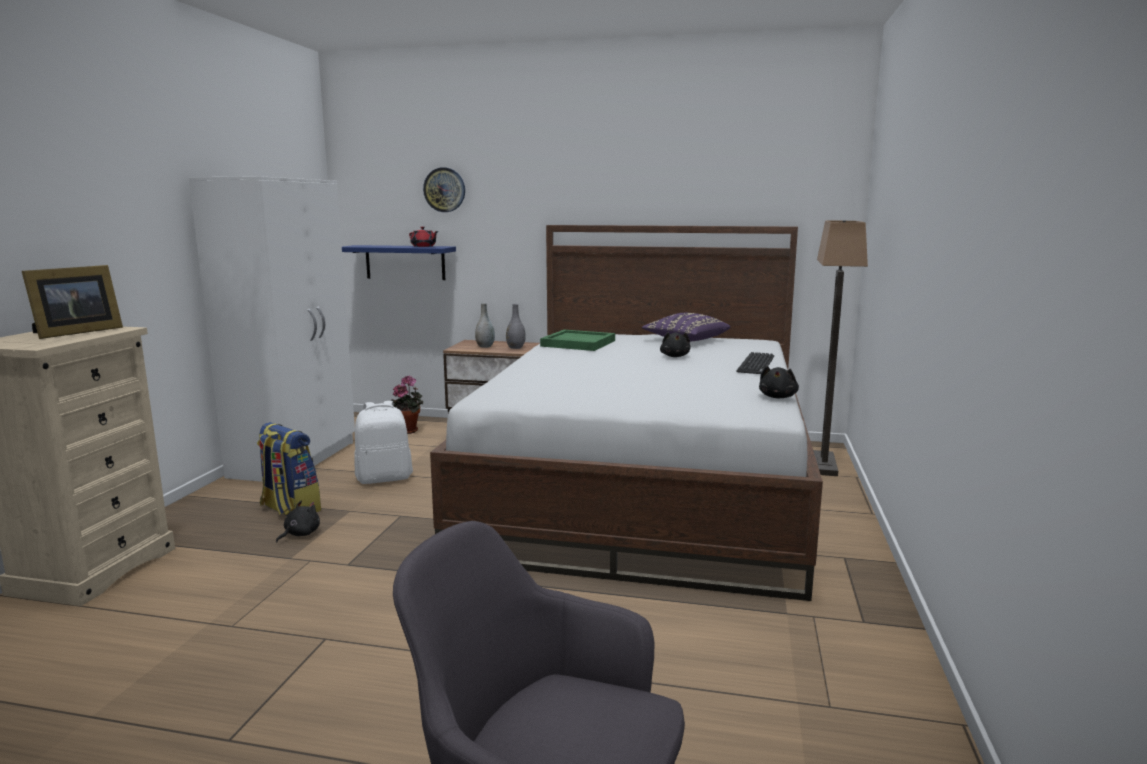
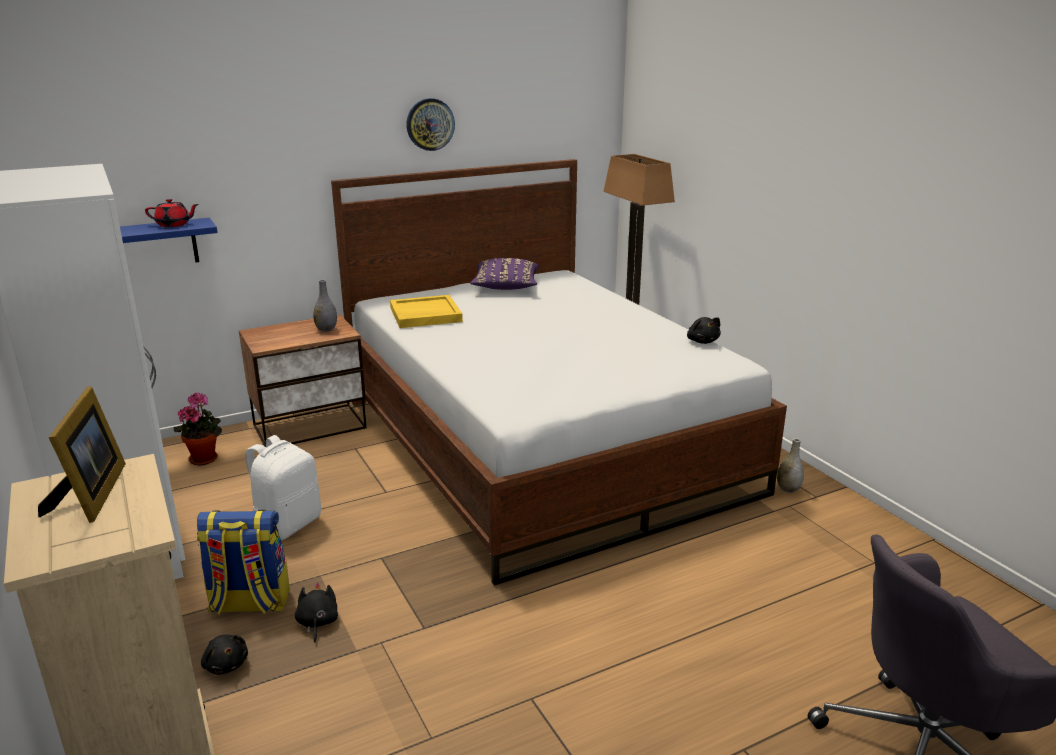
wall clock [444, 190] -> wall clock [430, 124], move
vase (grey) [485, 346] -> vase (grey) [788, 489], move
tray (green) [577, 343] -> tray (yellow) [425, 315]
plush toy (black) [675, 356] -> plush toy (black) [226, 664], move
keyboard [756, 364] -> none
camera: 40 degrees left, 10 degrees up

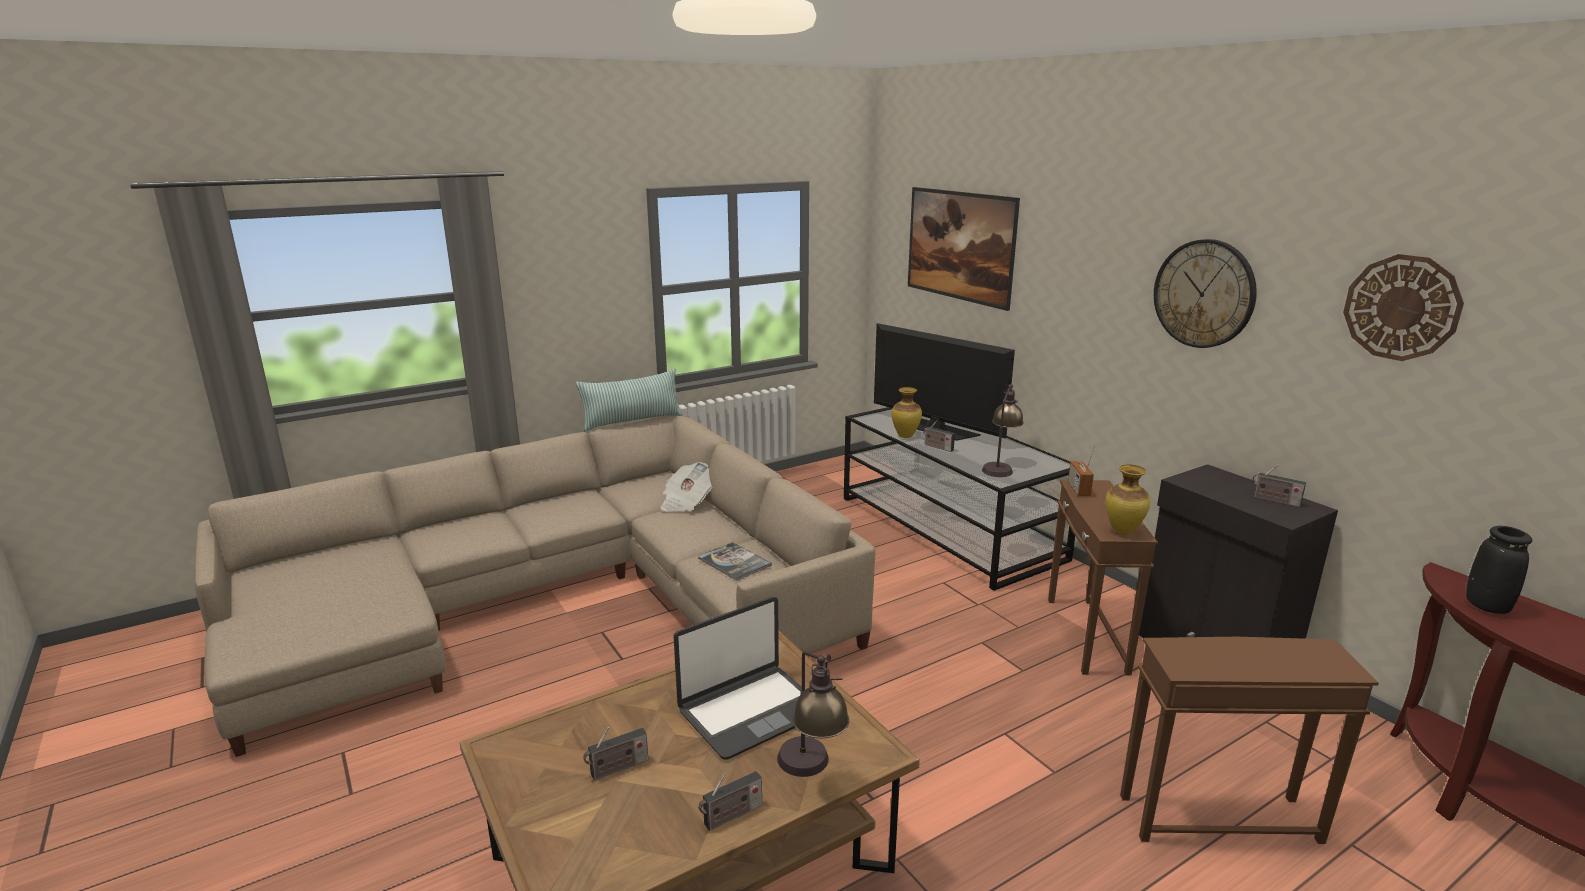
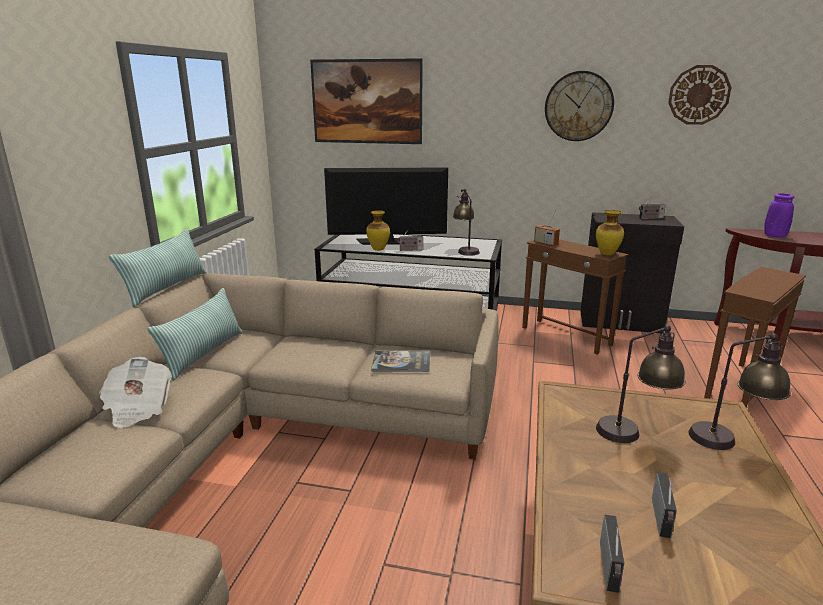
newspaper [687, 502] -> newspaper [138, 408], move
vase (black) [1486, 606] -> vase (purple) [774, 236]
laptop [750, 711] -> table lamp [634, 432]
radio [731, 816] -> radio [610, 569], move
none -> pillow [203, 353]
camera: 45 degrees left, 0 degrees up

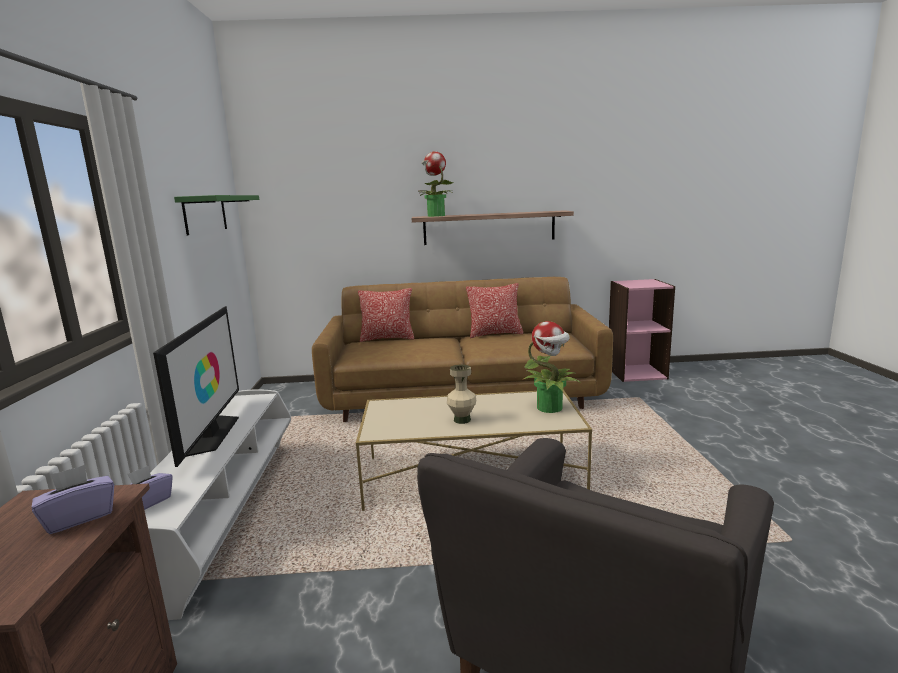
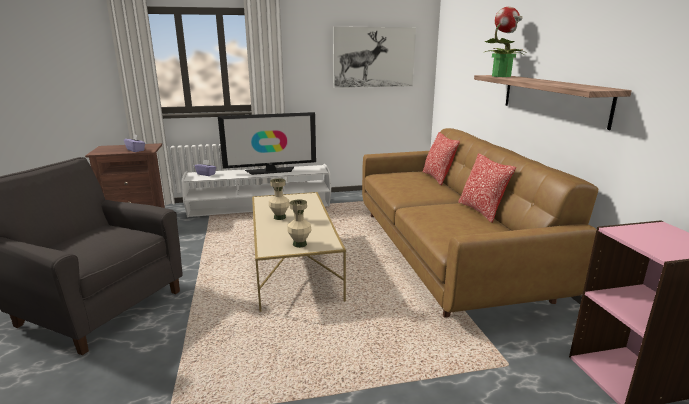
shelf (green) [205, 214] -> picture [374, 57]
potted plant [550, 408] -> vase (beige) [300, 244]
camera: 80 degrees right, 5 degrees up

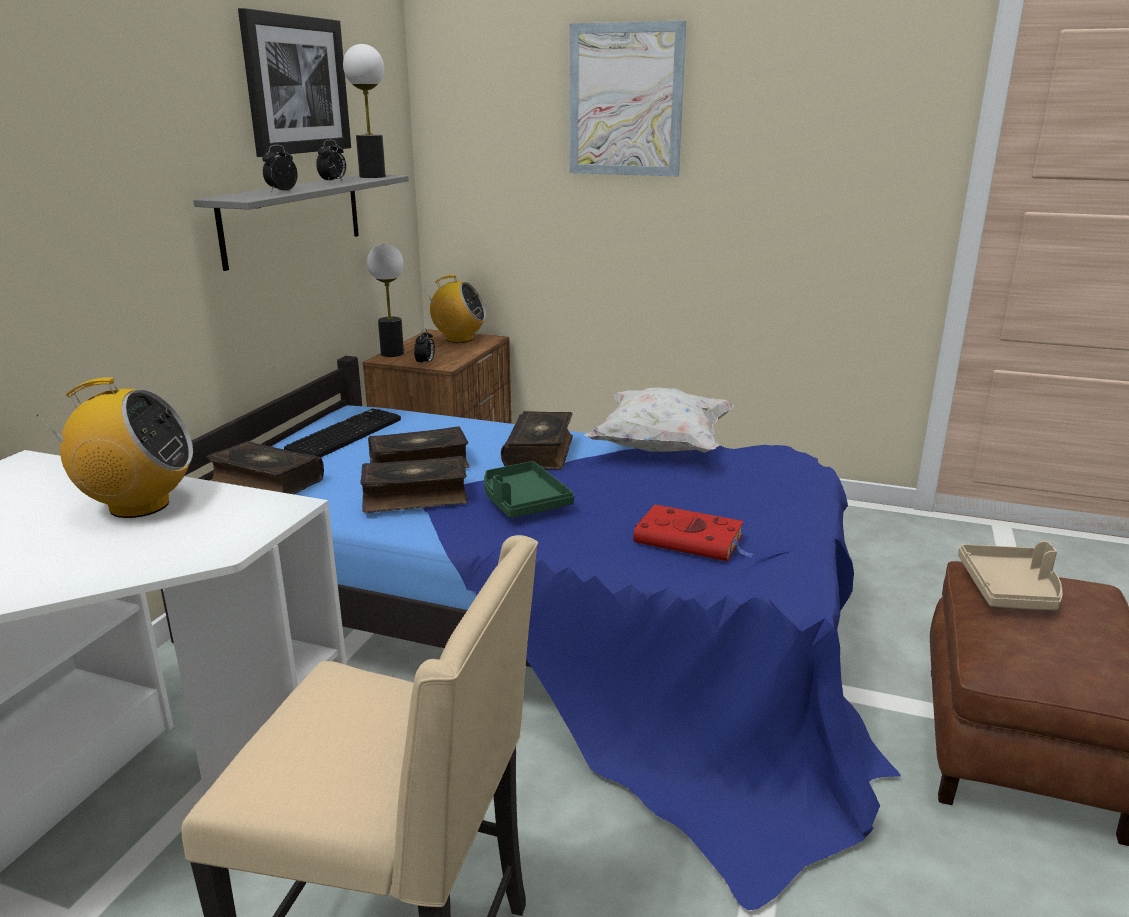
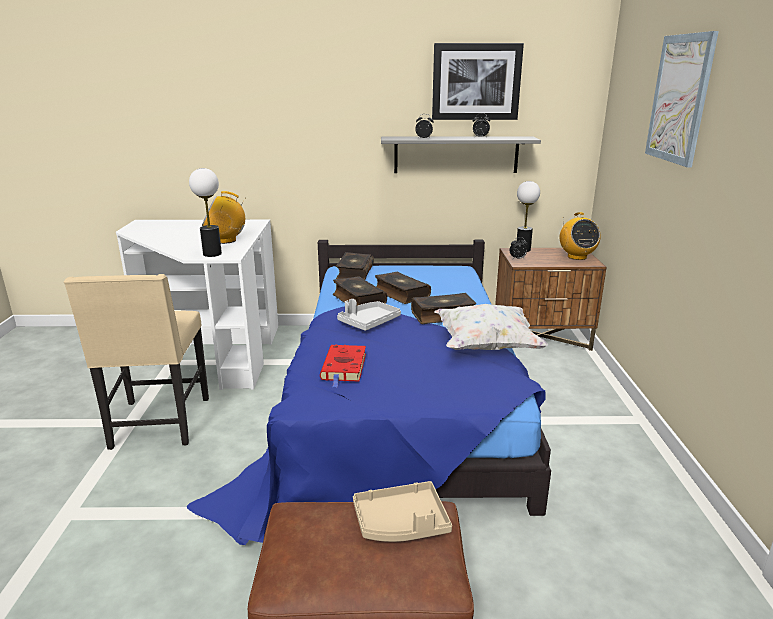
table lamp [372, 176] -> table lamp [212, 254], move
radio [138, 506] -> radio [226, 240], 105 degrees clockwise
keyboard [344, 435] -> none
tray (green) [523, 502] -> tray (grey) [369, 322]
camera: 70 degrees right, 0 degrees up

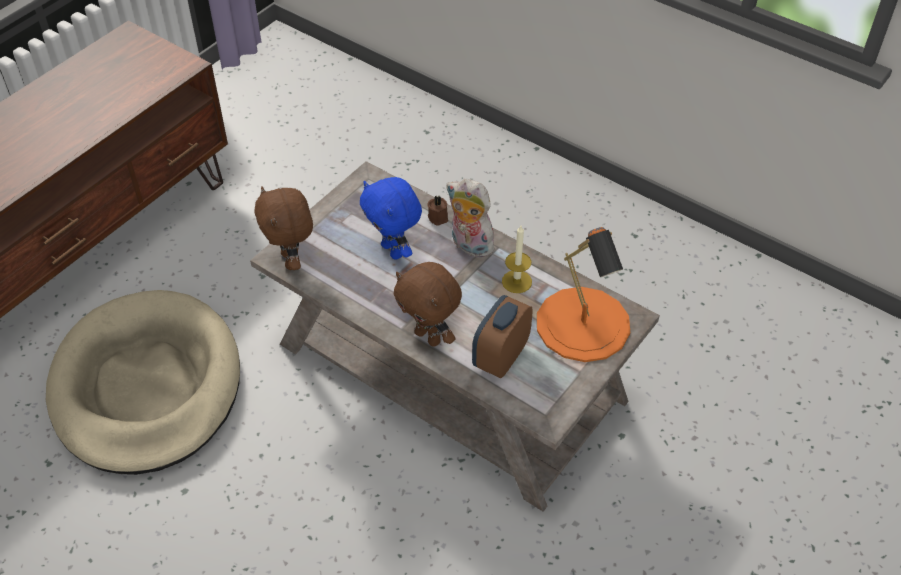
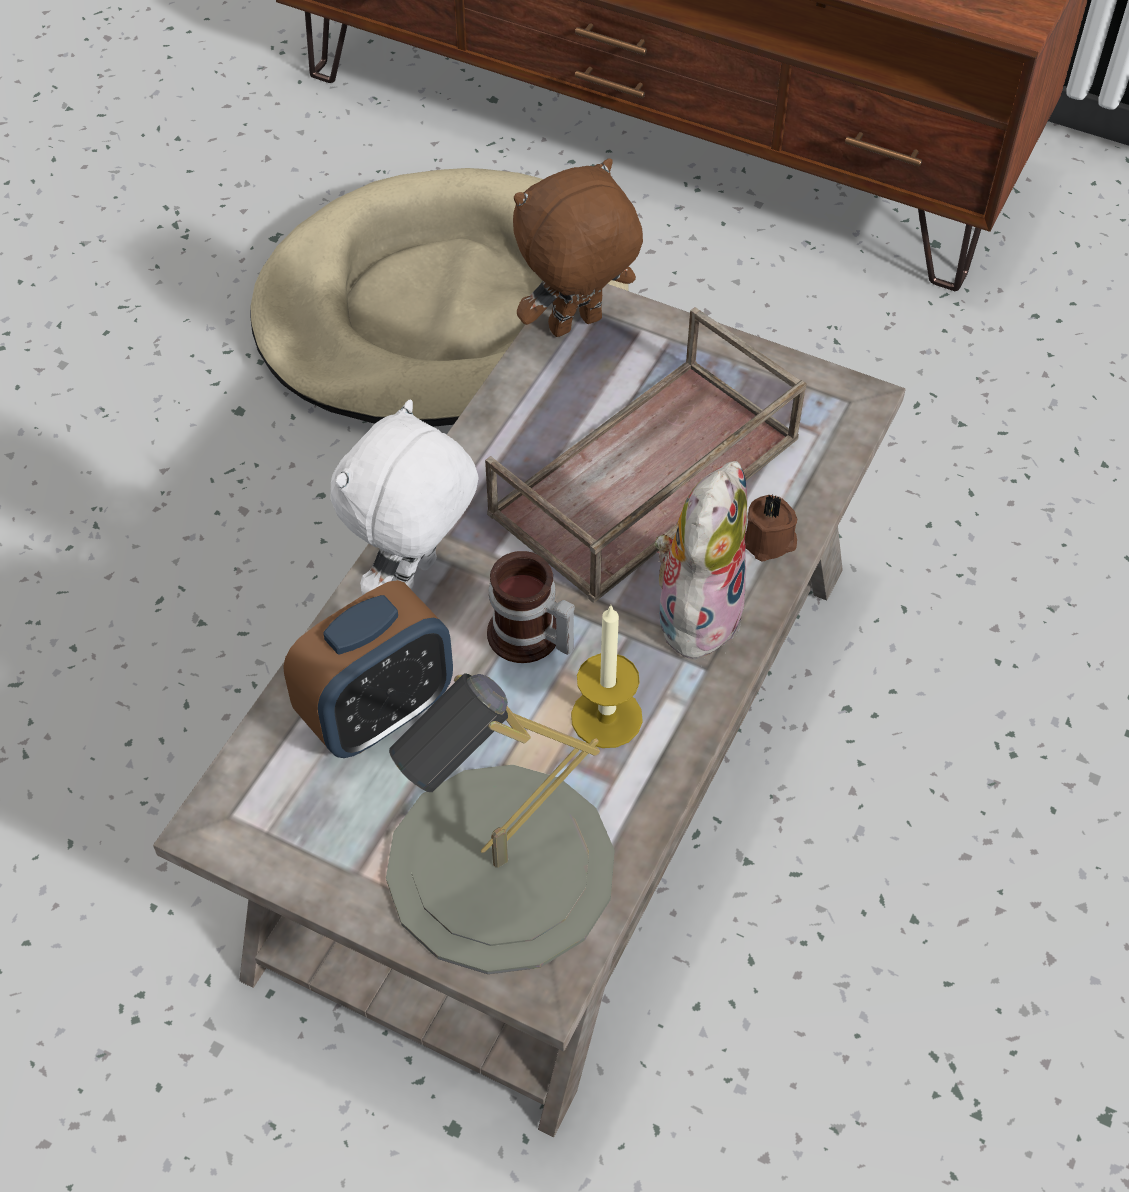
plush toy (blue) [393, 250] -> tray (brown) [645, 480]
table lamp (orange) [583, 324] -> table lamp (grey) [501, 868]
plush toy (brown) [429, 337] -> plush toy (white) [415, 578]
alarm clock [500, 357] -> alarm clock [378, 713], 120 degrees clockwise
none -> mug [528, 639]
camera: 80 degrees right, 5 degrees up

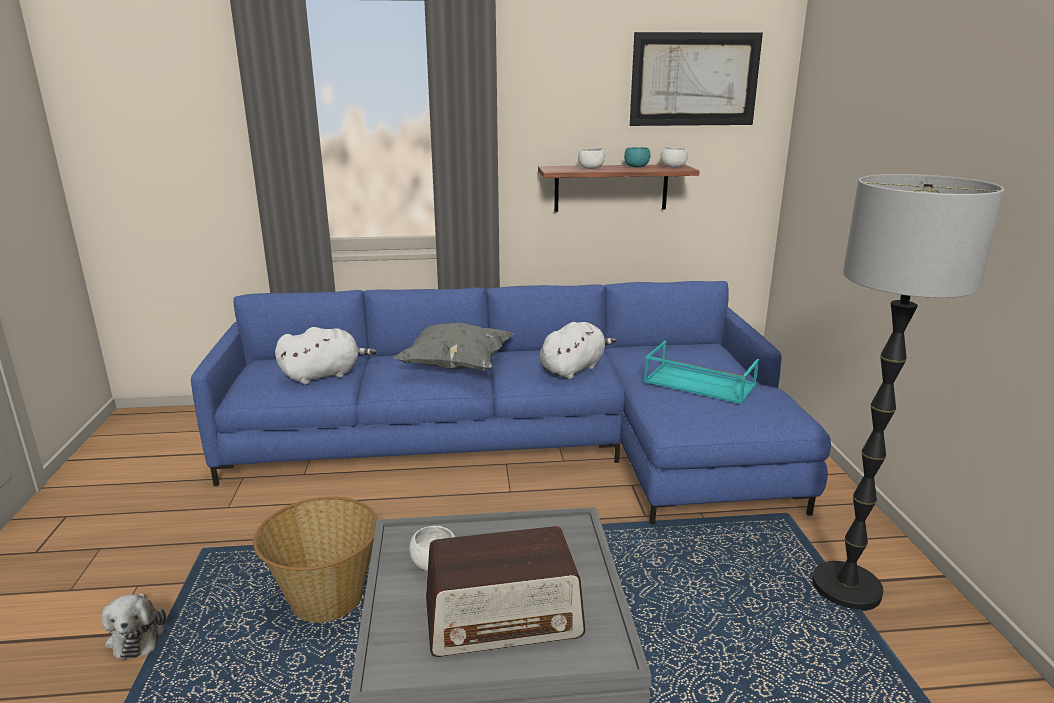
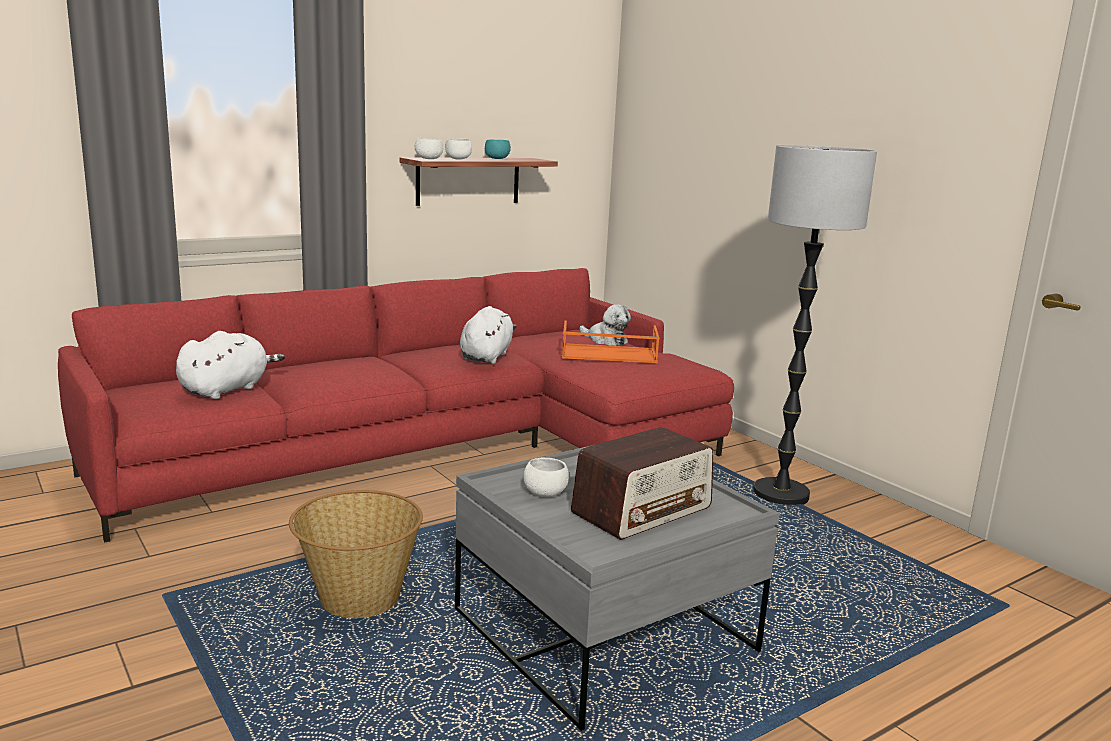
picture [694, 79] -> none
bowl (white) [673, 167] -> bowl (white) [429, 159], move
sofa (blue) [526, 446] -> sofa (red) [436, 449]
pillow (grey) [456, 366] -> none
tray (turquoise) [698, 383] -> tray (orange) [607, 354]
plush toy [138, 635] -> plush toy [605, 340], move
camera: 30 degrees left, 5 degrees down

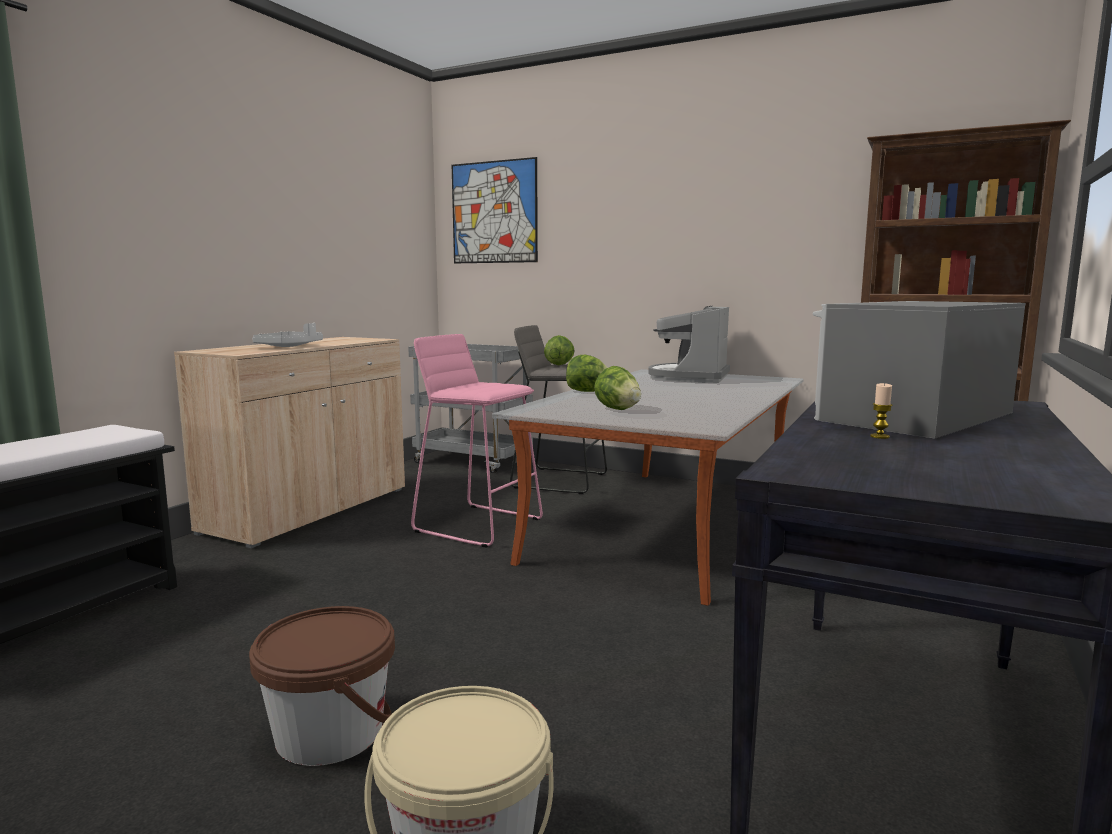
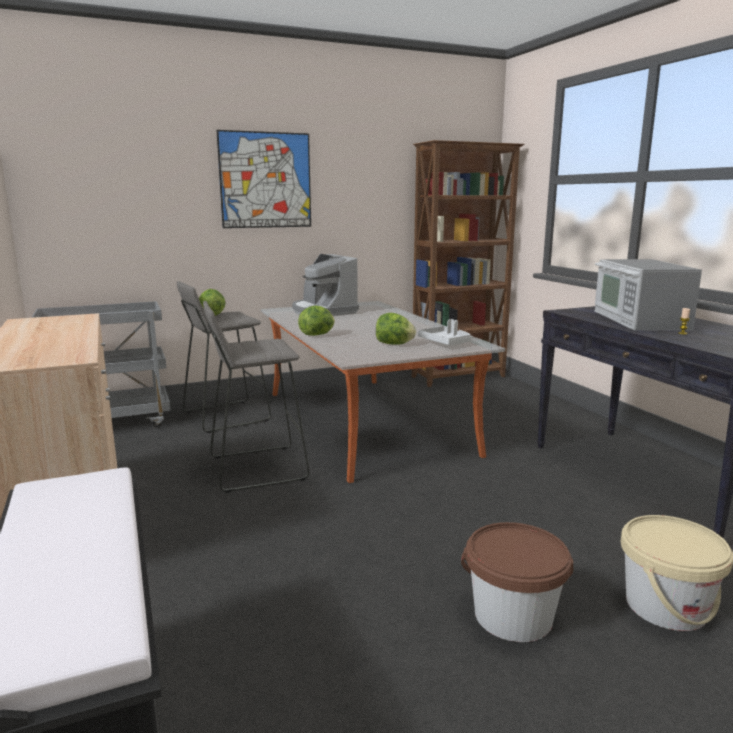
picture [494, 212] -> picture [265, 180], move
tray (grey) [289, 346] -> tray (grey) [445, 342], move
stool (pink) [479, 525] -> stool (grey) [257, 468]
camera: 50 degrees left, 5 degrees up

